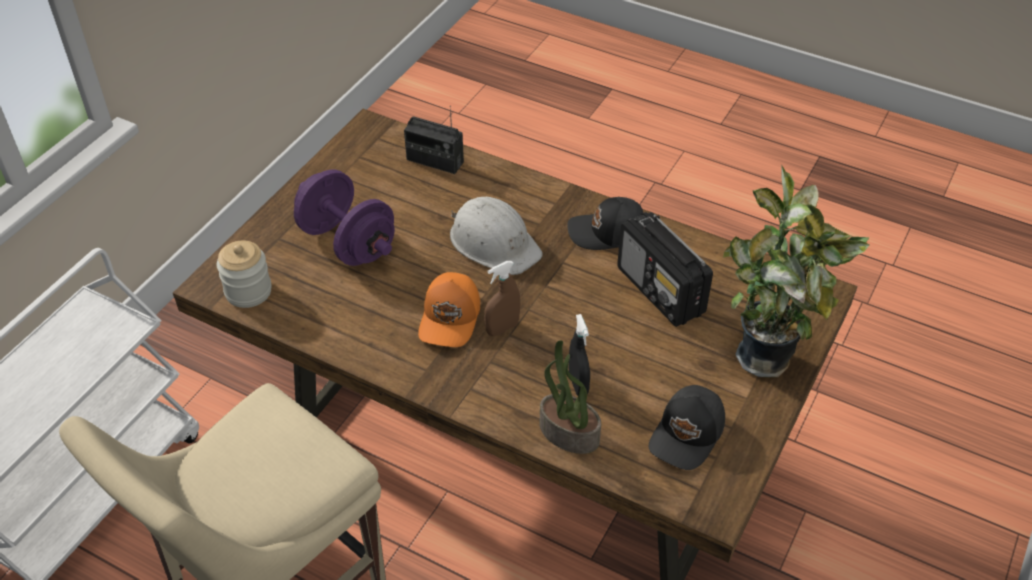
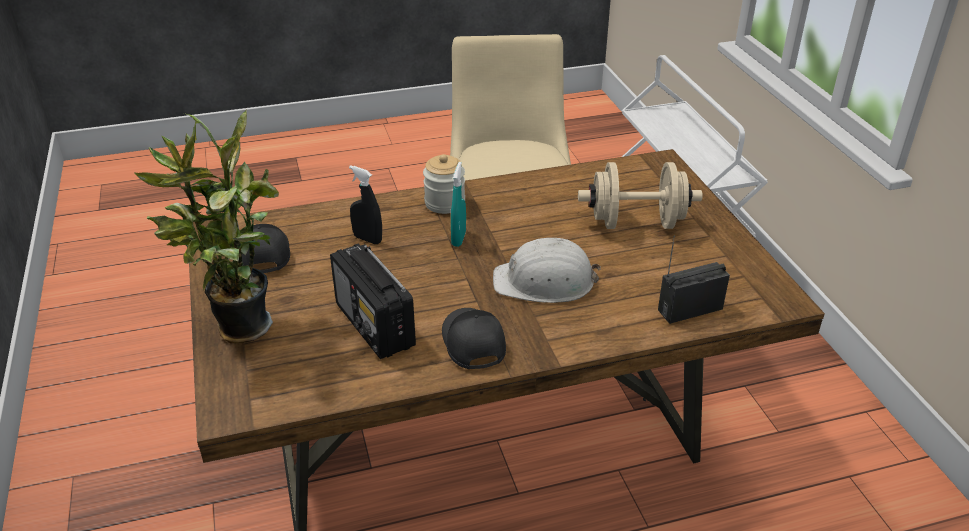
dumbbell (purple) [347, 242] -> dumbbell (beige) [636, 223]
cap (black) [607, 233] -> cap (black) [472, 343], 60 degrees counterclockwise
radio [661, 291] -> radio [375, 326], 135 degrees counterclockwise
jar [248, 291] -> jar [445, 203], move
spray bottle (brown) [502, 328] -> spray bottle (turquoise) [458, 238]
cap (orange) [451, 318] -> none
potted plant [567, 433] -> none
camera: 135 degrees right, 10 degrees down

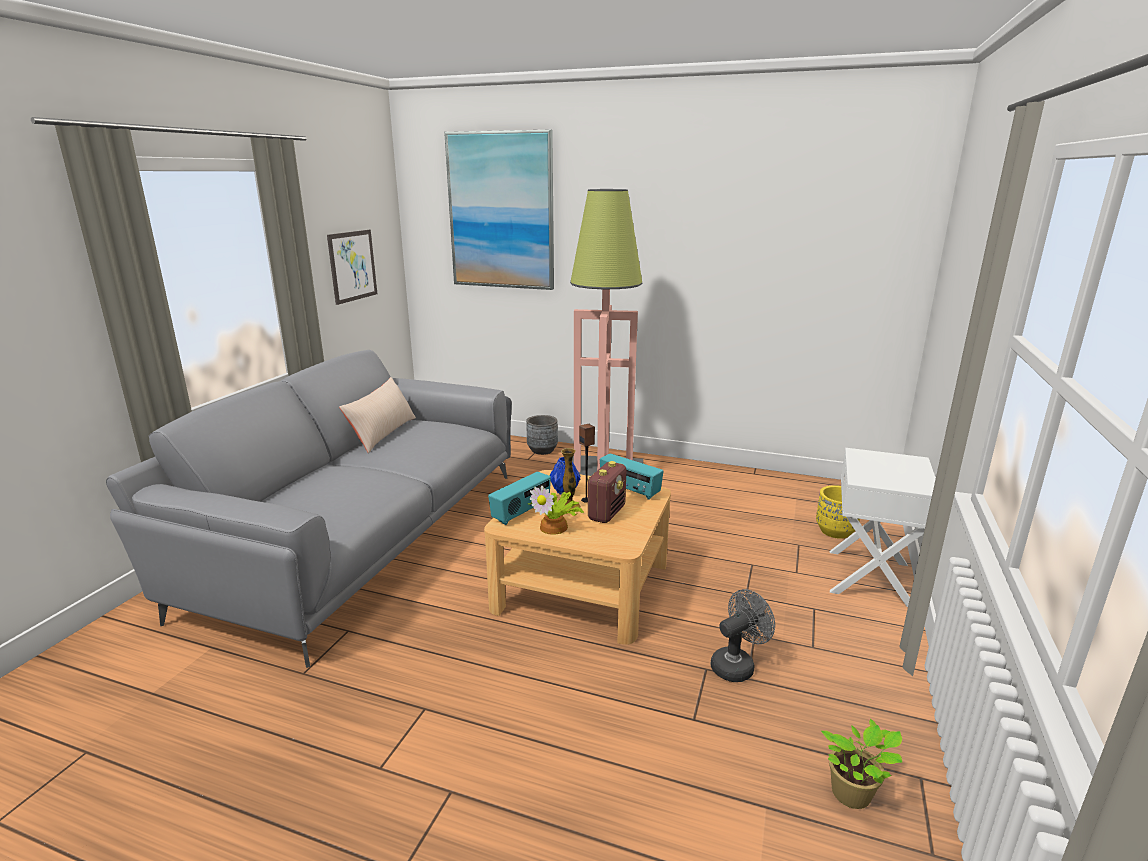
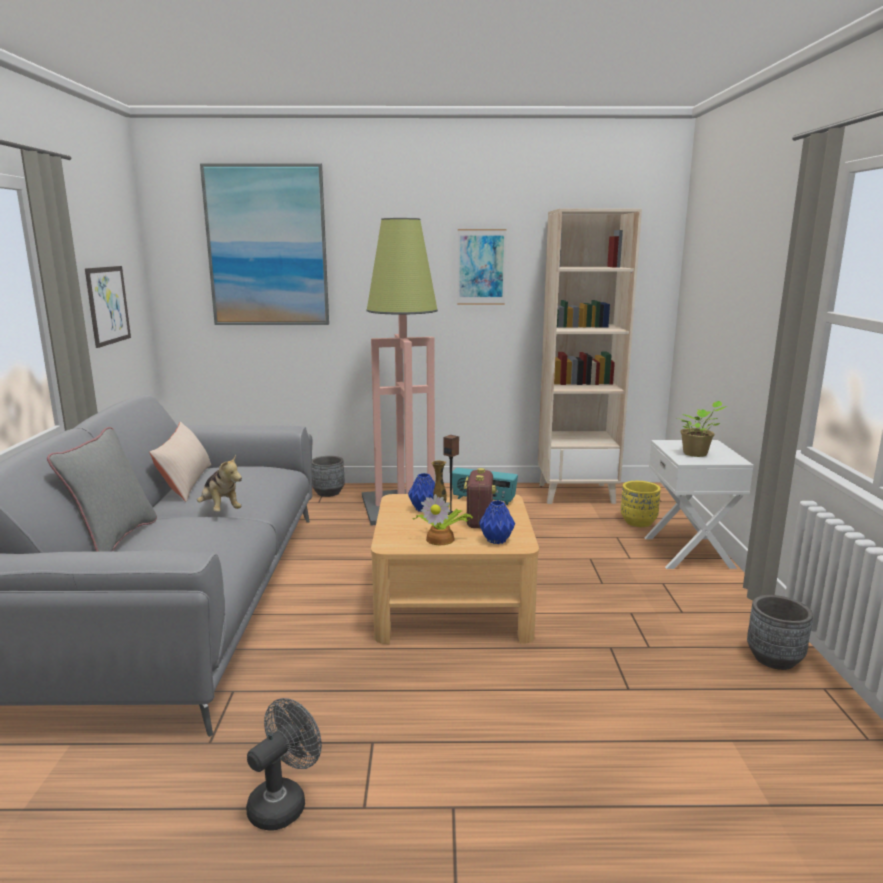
radio [521, 512] -> none
fan (grey) [737, 665] -> fan (grey) [284, 802], move
potted plant [853, 796] -> potted plant [697, 454], move
none -> bookcase (beige) [576, 493]
none -> picture [481, 267]
none -> pillow (grey) [114, 539]
none -> plush toy [220, 510]
none -> vase (blue) [497, 540]
none -> planter (grey) [774, 659]
camera: 20 degrees left, 5 degrees down

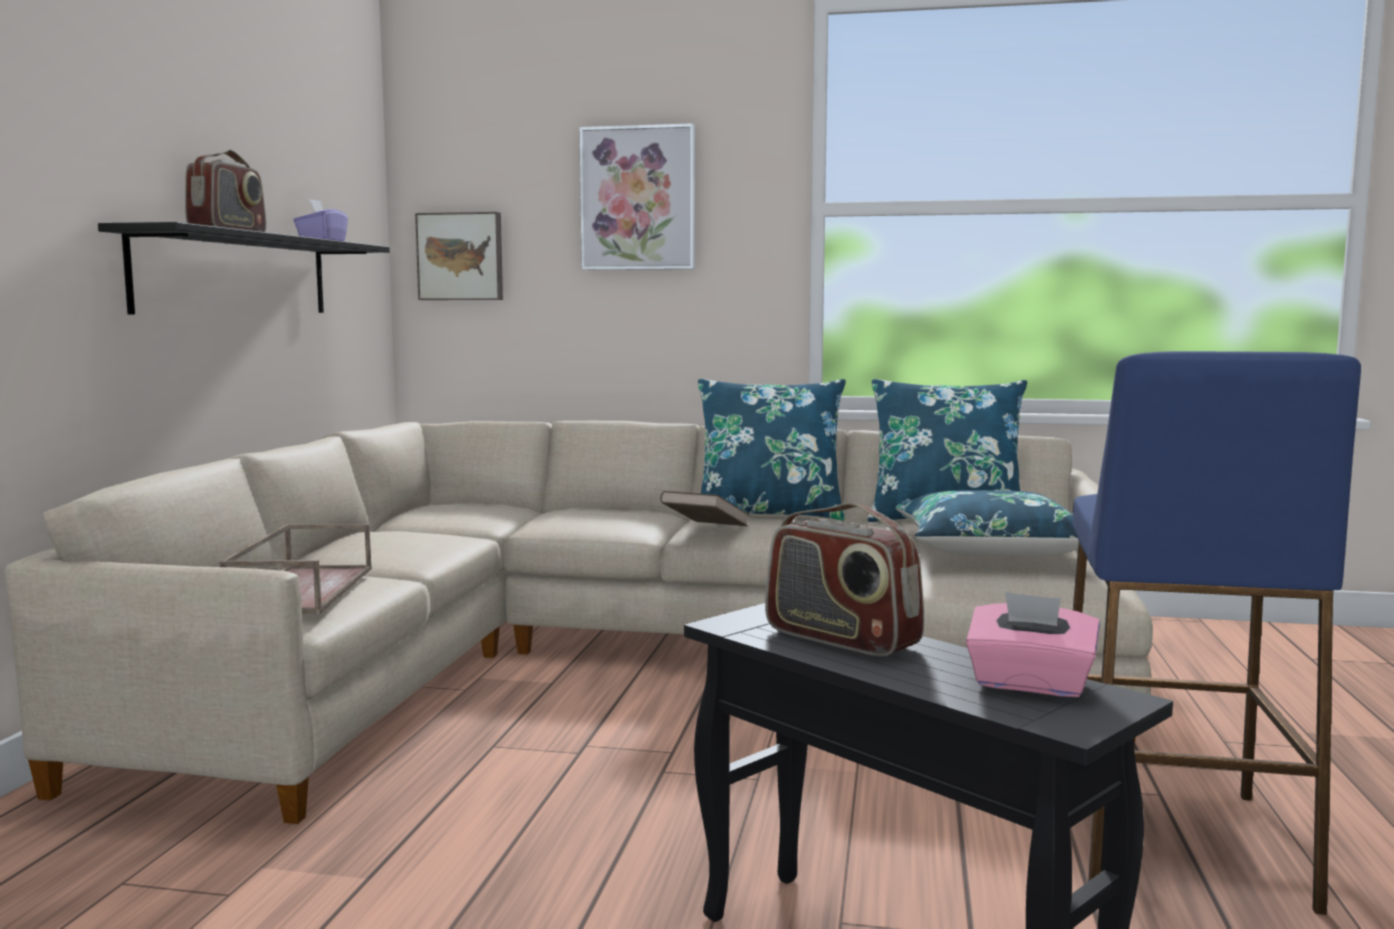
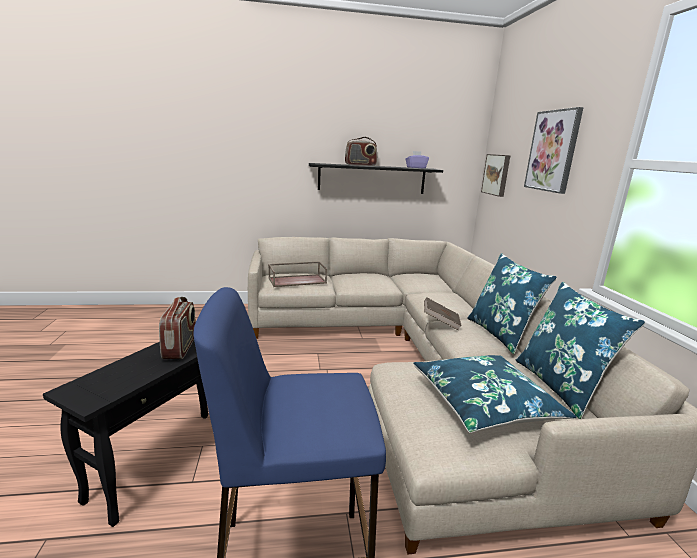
radio [840, 639] -> radio [180, 347], 150 degrees clockwise
tissue box (pink) [1030, 684] -> none
camera: 70 degrees right, 10 degrees up

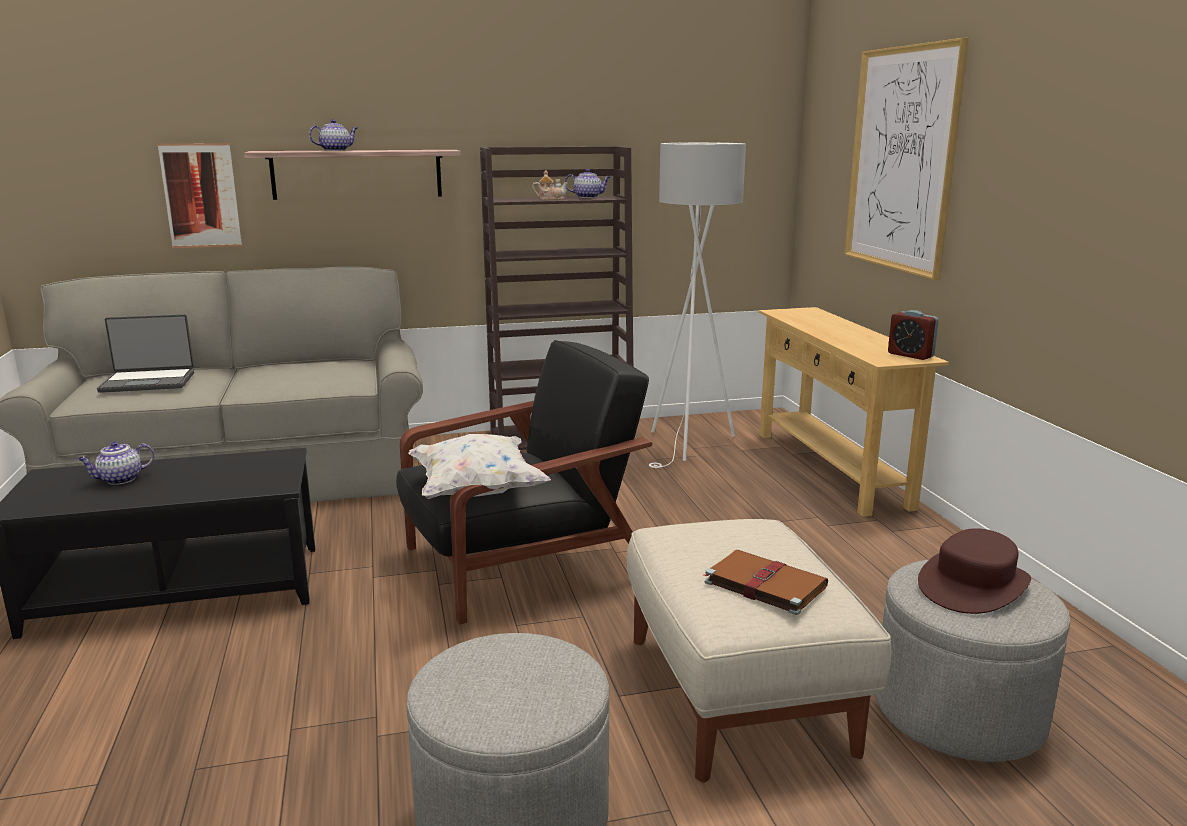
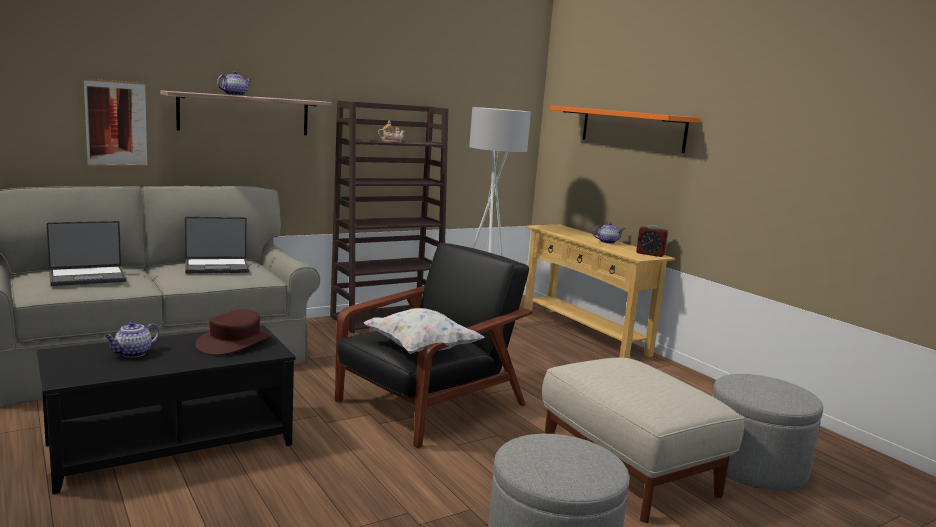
picture [901, 159] -> shelf (orange) [632, 129]
teapot [588, 197] -> teapot [607, 242], move
hat (brown) [973, 585] -> hat (brown) [235, 342], move
book (brown) [763, 584] -> none
none -> laptop [217, 267]
camera: 20 degrees left, 5 degrees down

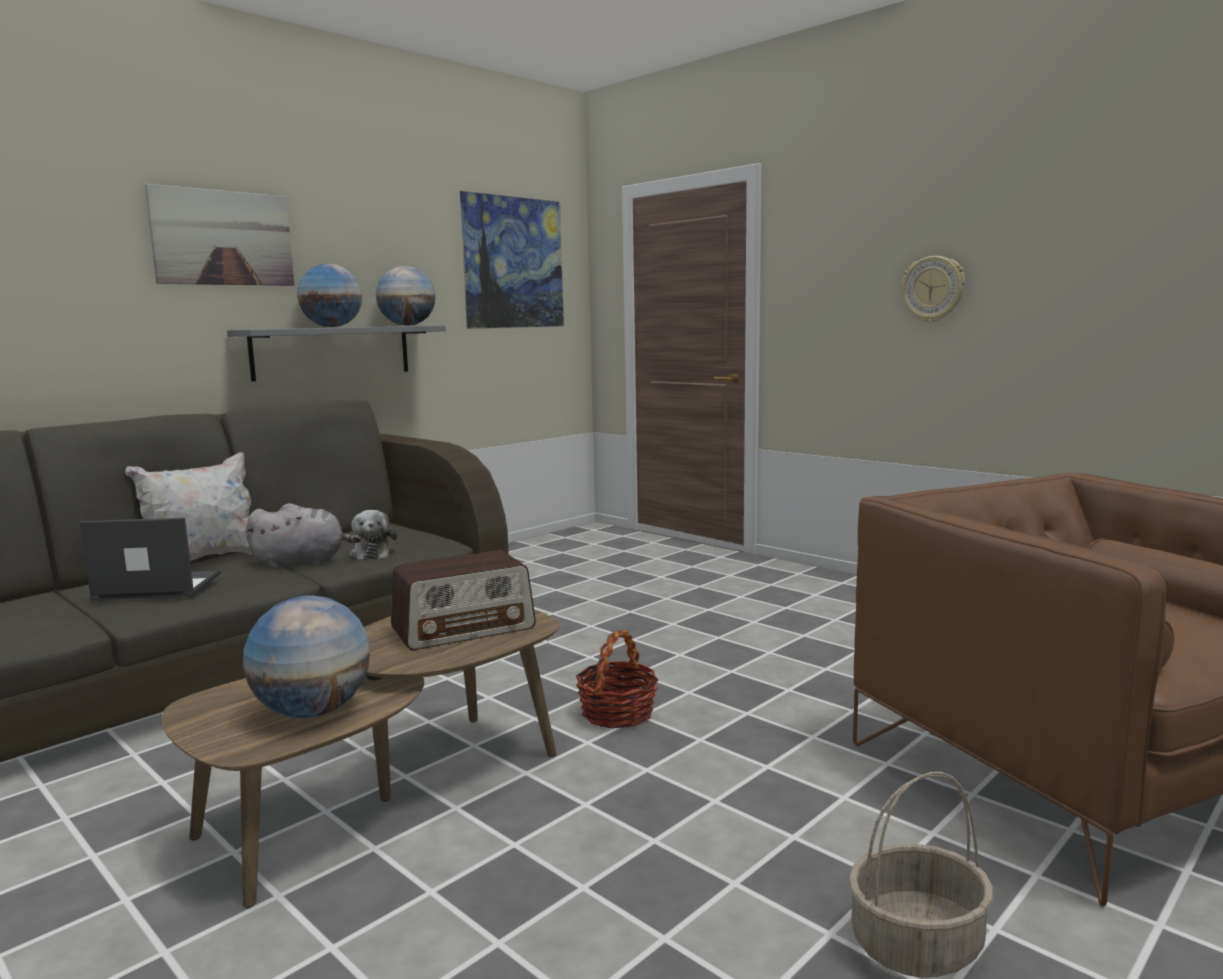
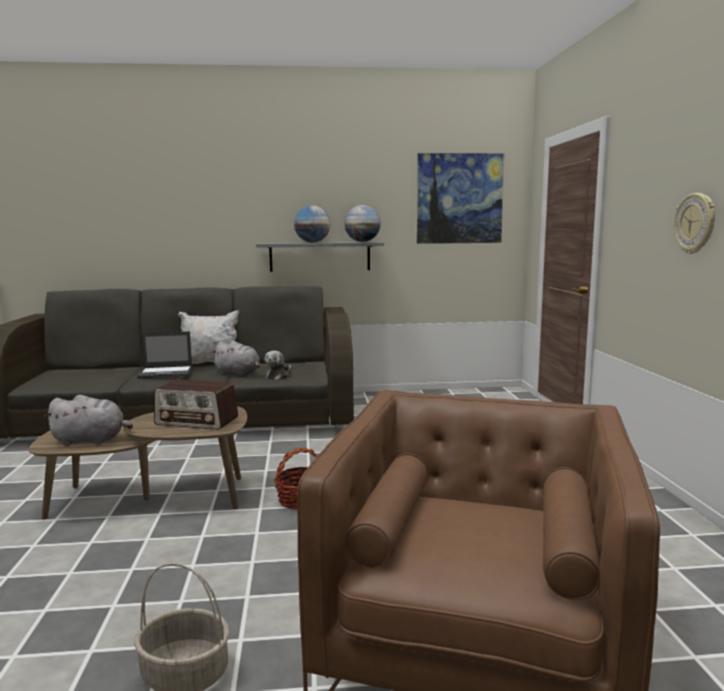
picture [223, 238] -> none
laptop [156, 587] -> laptop [166, 372], 135 degrees clockwise
globe [313, 711] -> plush toy (grey) [91, 440]
camera: 40 degrees right, 0 degrees up

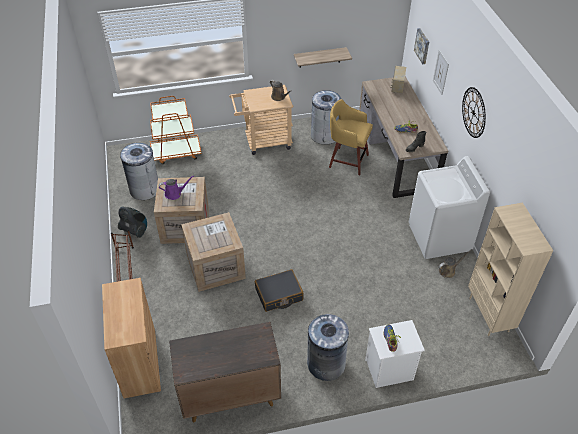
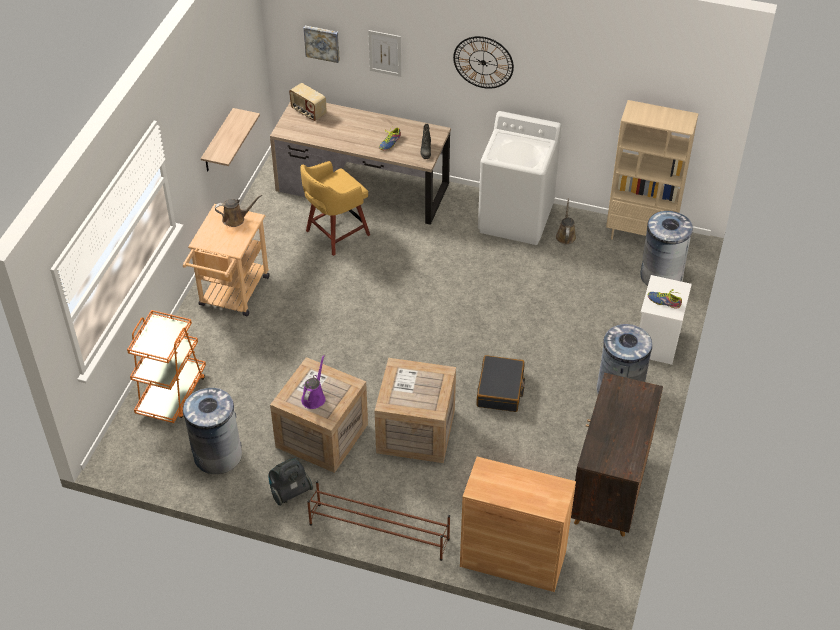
trash can (grey) [324, 135] -> trash can (grey) [661, 275], move
camera: 60 degrees left, 0 degrees up

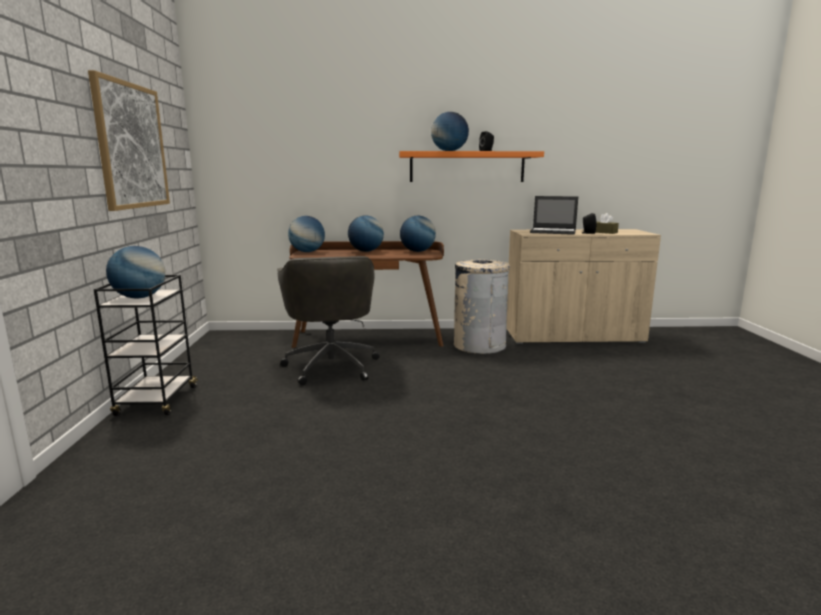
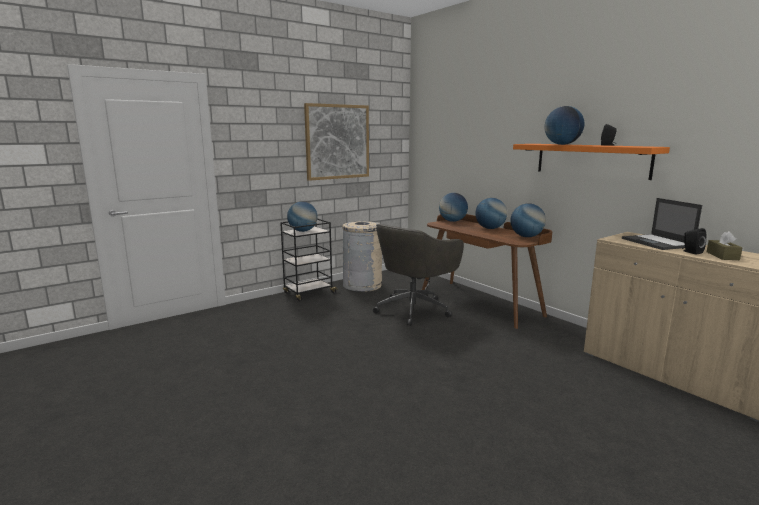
trash can (beige) [479, 345] -> trash can (beige) [362, 285], move
camera: 55 degrees right, 0 degrees up

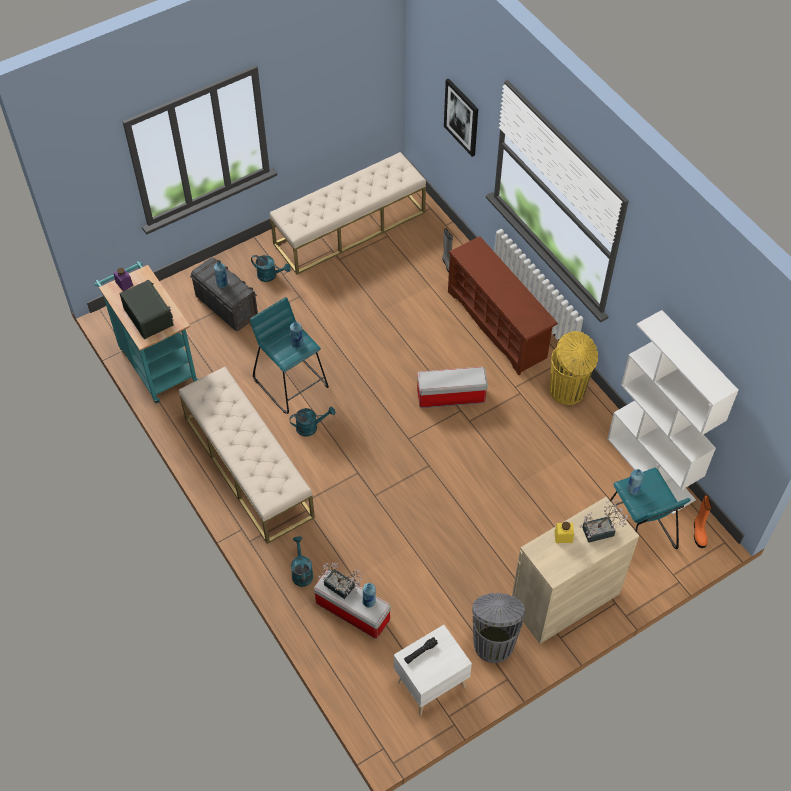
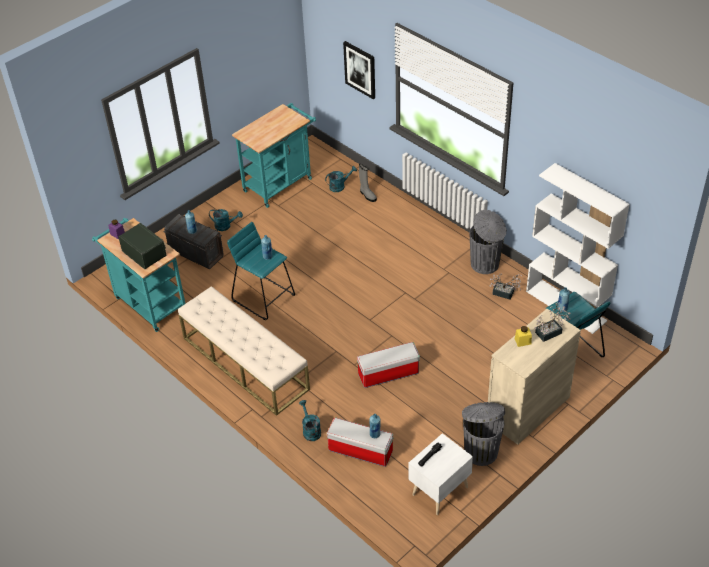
bench (beige) [350, 228] -> cart (turquoise) [280, 182]
shoe rack (brown) [498, 325] -> none
trash can (yellow) [568, 391] -> trash can (grey) [485, 264]
storage box [450, 397] -> storage box [388, 374], move
watering can (turquoise) [311, 427] -> watering can (turquoise) [339, 186], move
boot (orange) [699, 533] -> none
potted plant [342, 588] -> potted plant [505, 293], move
camera: 10 degrees left, 10 degrees down

